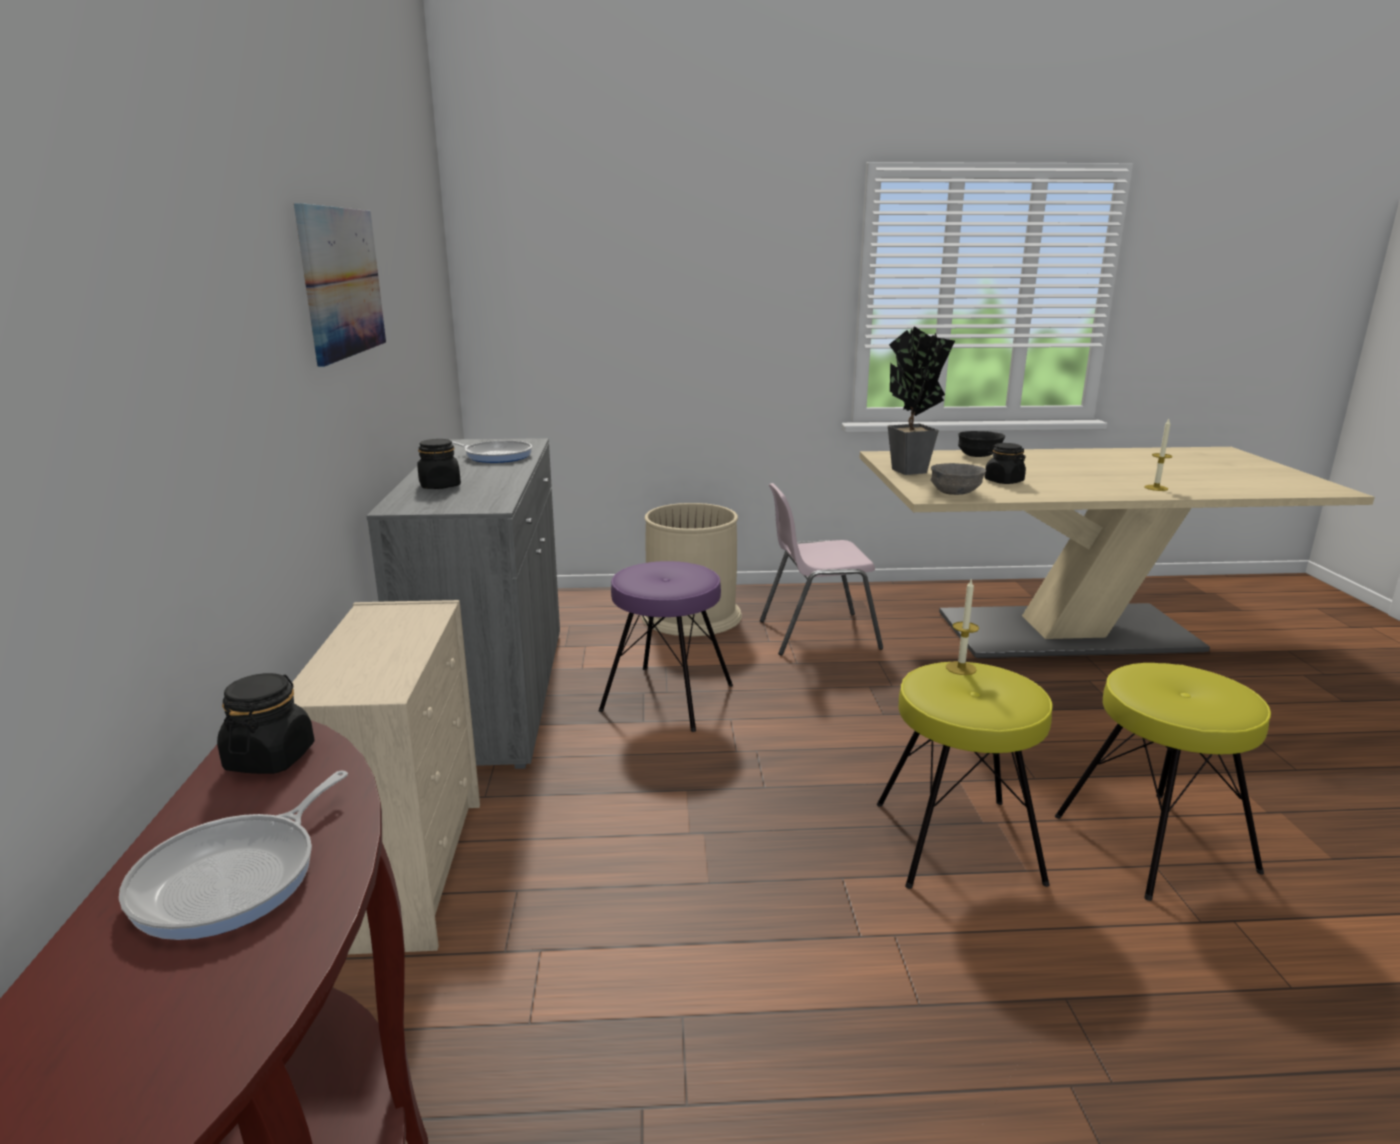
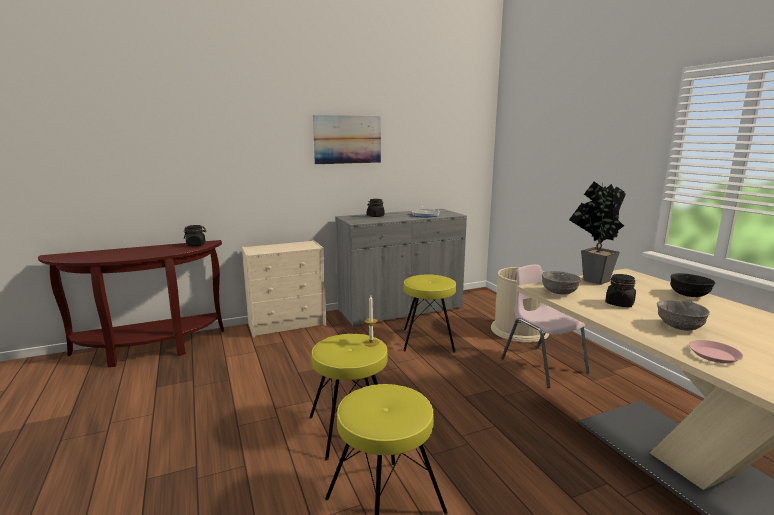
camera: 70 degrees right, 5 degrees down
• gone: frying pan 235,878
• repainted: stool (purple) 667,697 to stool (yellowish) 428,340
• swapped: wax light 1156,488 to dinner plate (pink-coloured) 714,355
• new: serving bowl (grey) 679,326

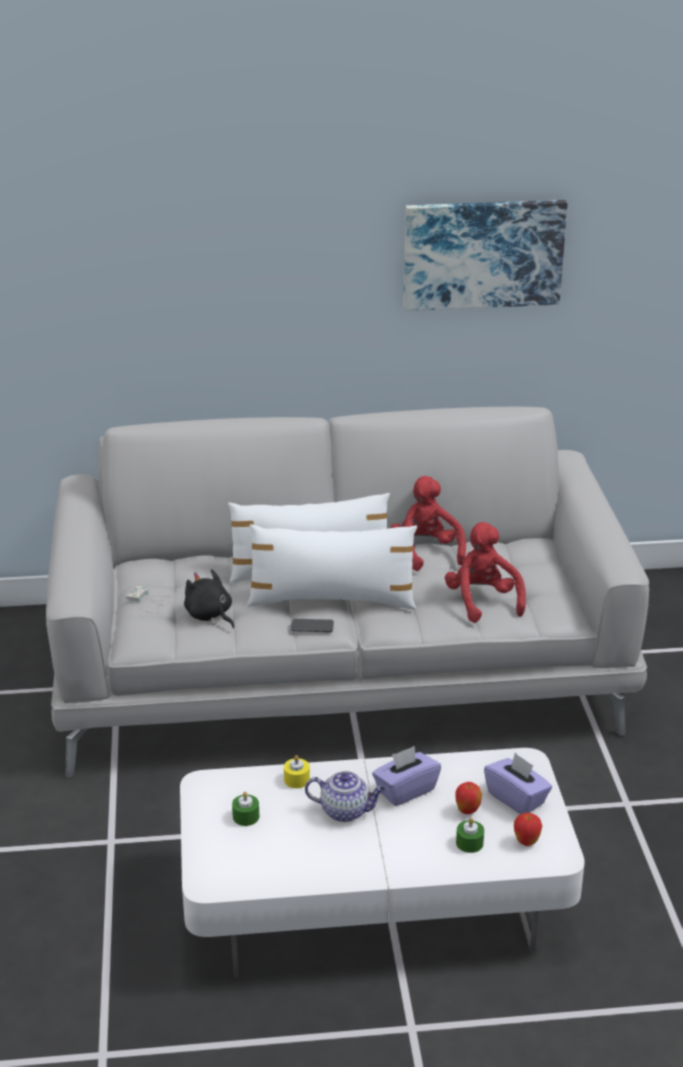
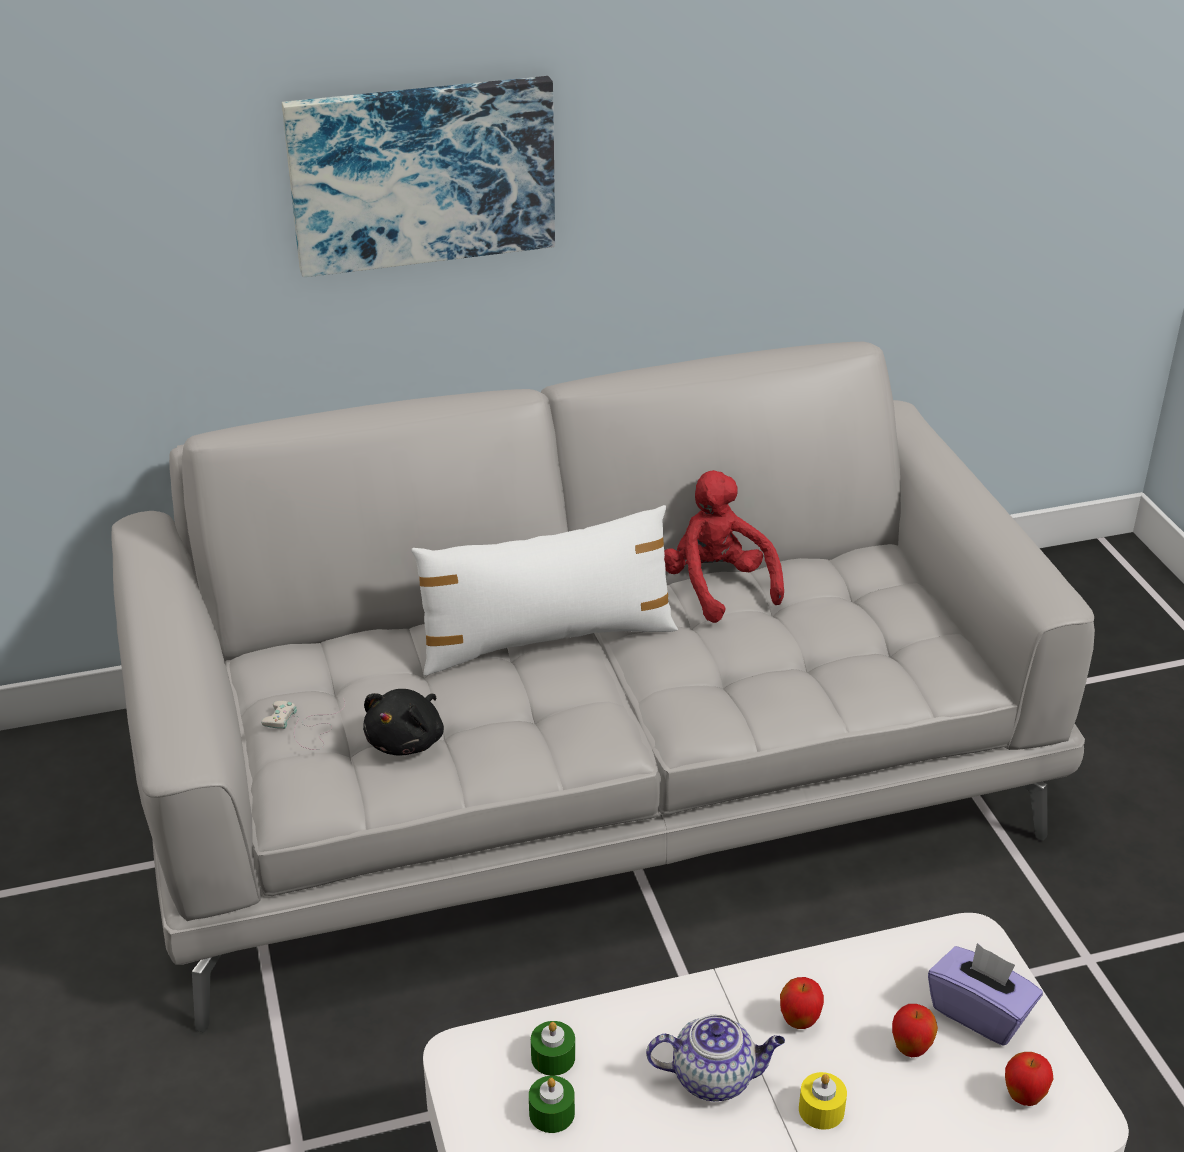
camera: 10 degrees left, 5 degrees up
• rotated: plush toy (black-coloured) 210,615 = 407,741 105 degrees counterclockwise
• gone: throw pillow (whitish) 332,600
• shifted: wax light (yellowish) 296,779 to 821,1110
• gone: phone 312,626
• swapped: tissue holder (purple) 405,790 to apple fruit 799,1022
• shifted: picture 483,253 to 422,173
• gone: plush toy (red-coloured) 482,601
• shifted: wax light (greenish) 469,843 to 553,1057

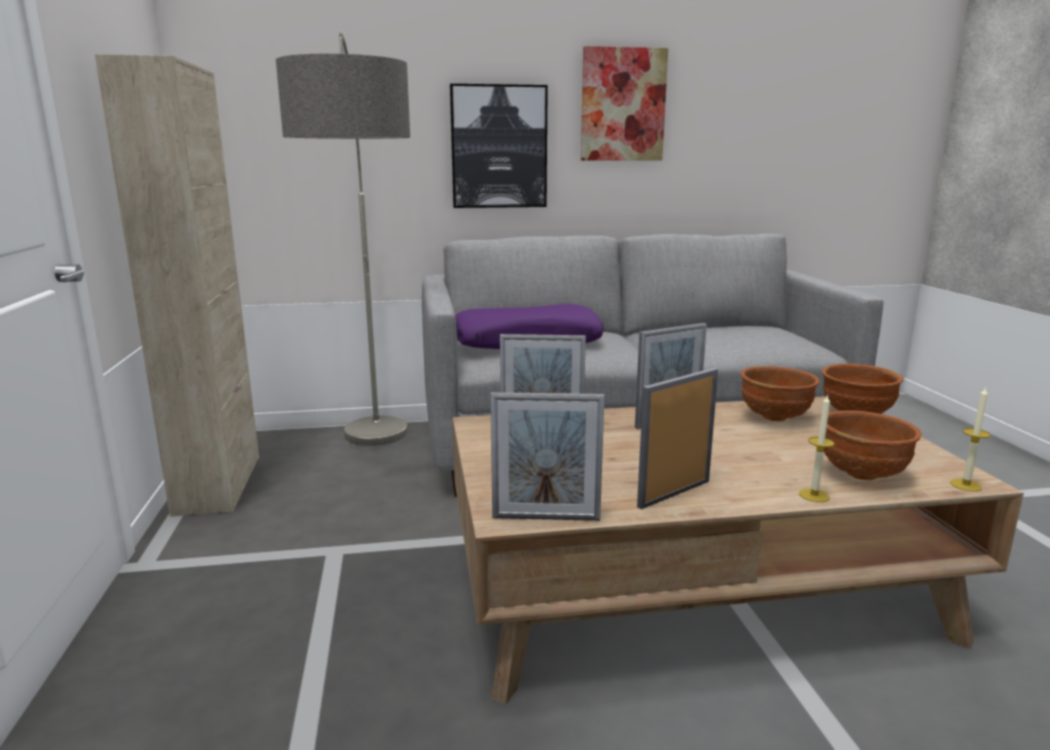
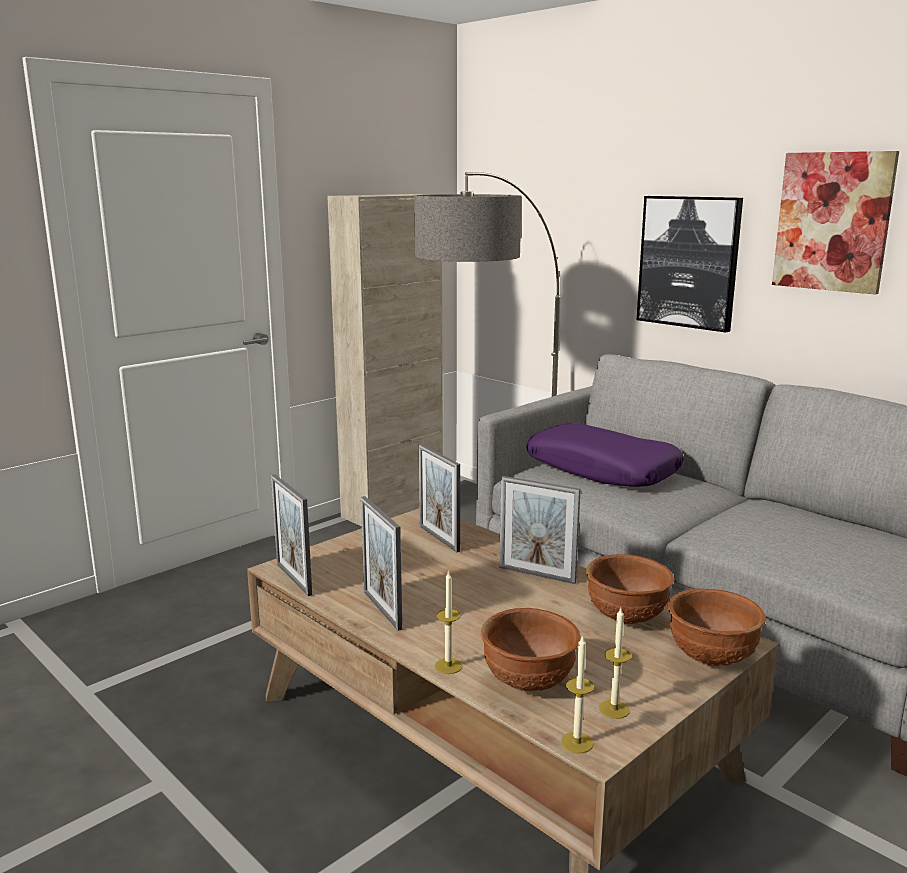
camera: 55 degrees right, 0 degrees up
• rotated: photo frame 674,494 = 382,610 135 degrees counterclockwise
• new: wax light 614,709

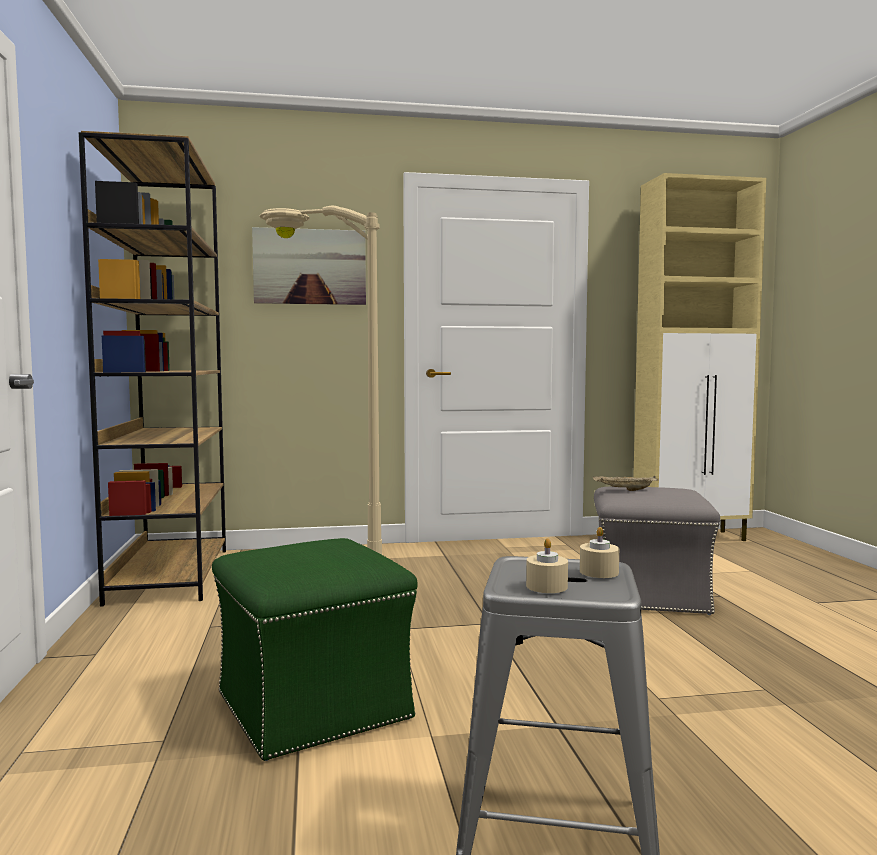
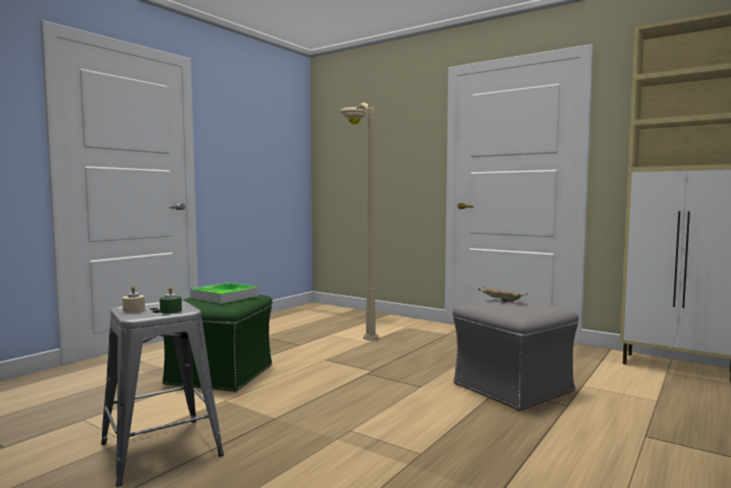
camera: 45 degrees right, 0 degrees up
• gone: shelving unit (brown) 170,575
• gone: picture 310,267
• repainted: wax light (sand-coloured) 599,572 to wax light (greenish) 171,311
• new: tray 225,297

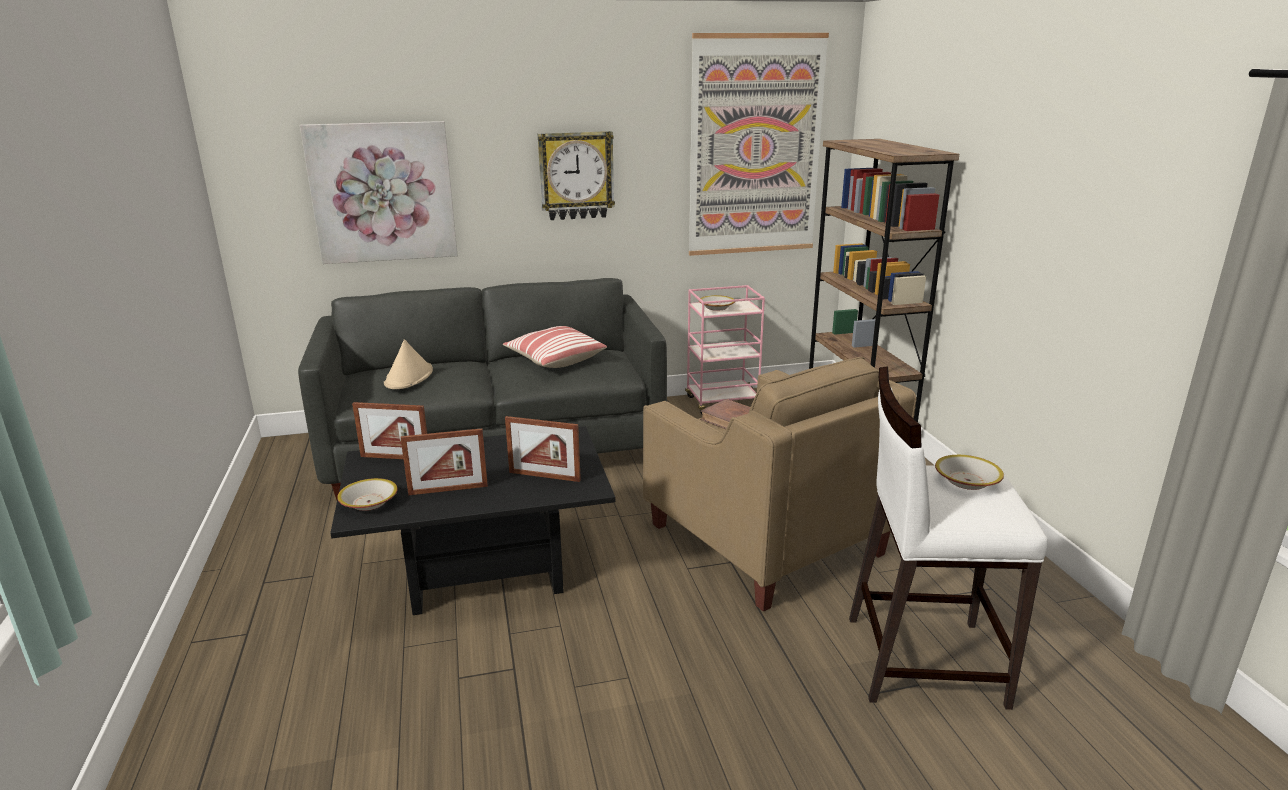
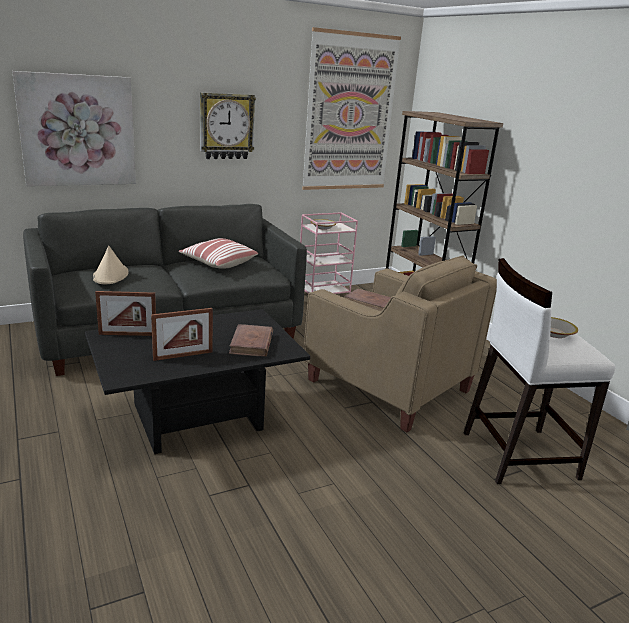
camera: 15 degrees left, 0 degrees up
• gone: serving bowl 369,502
• swapped: photo frame 544,476 to volume (brown) 251,344

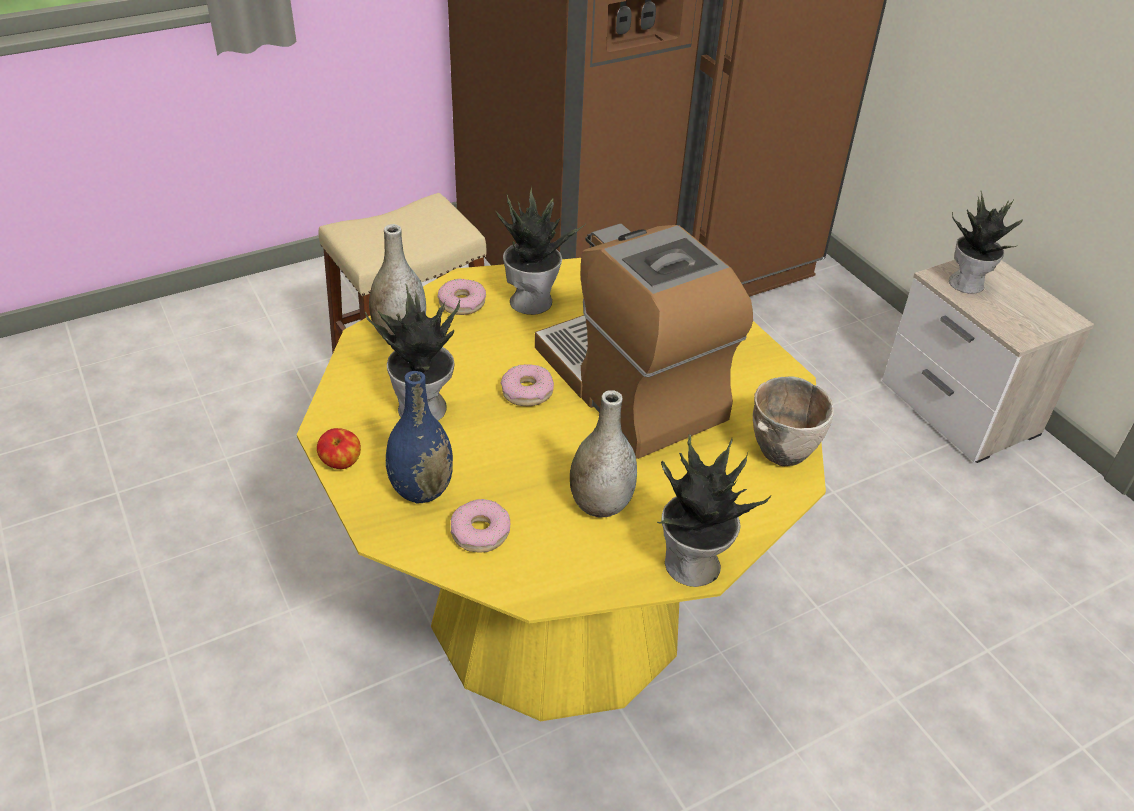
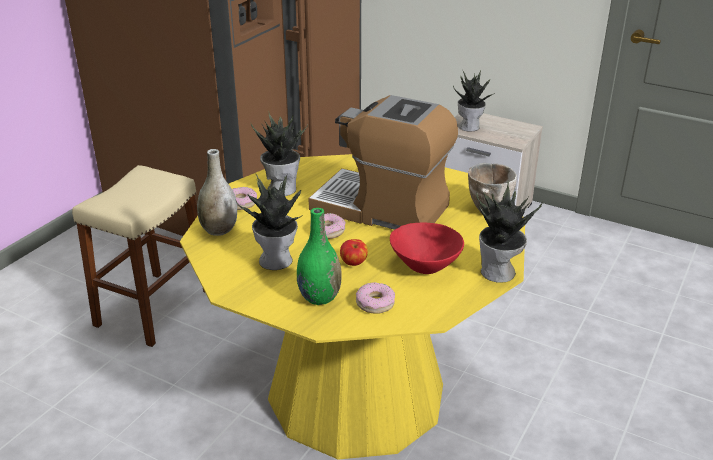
camera: 30 degrees left, 10 degrees down
• shifted: apple fruit 341,463 to 354,263
• repainted: vase (blue-coloured) 422,489 to vase (greenish) 319,297
• swapped: vase (grey) 601,504 to serving bowl (red-coloured) 424,265

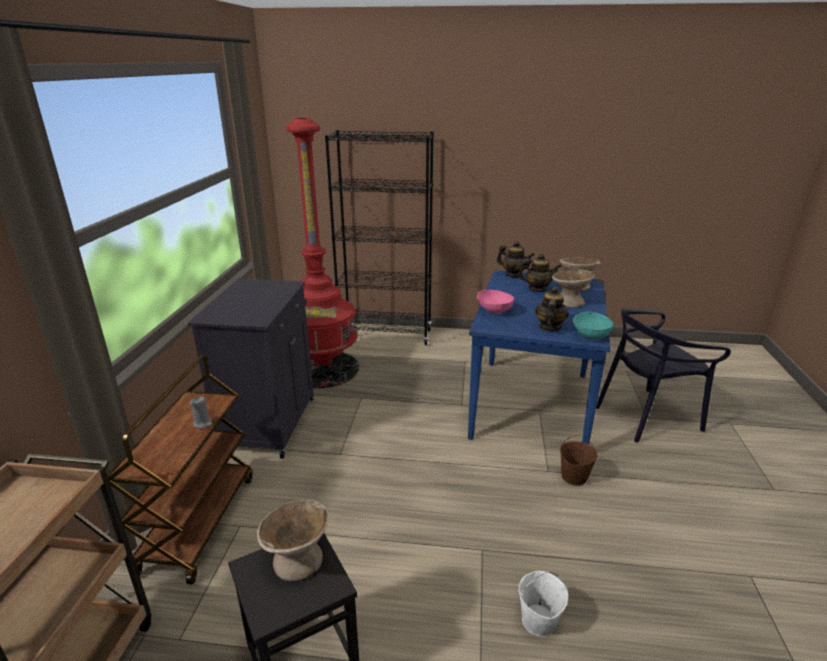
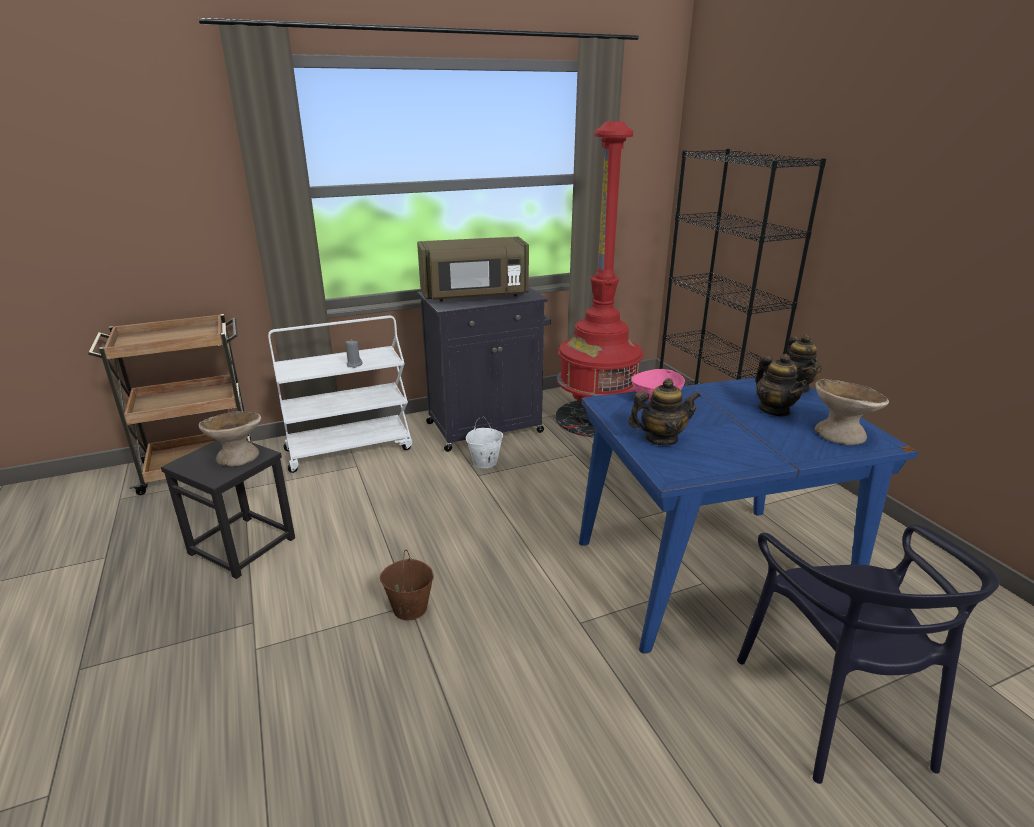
camera: 60 degrees right, 0 degrees up
• repainted: cart (brown) 198,522 to cart (whitish) 350,449
• shifted: water bucket (whitish) 539,621 to 484,462
• gone: serving bowl (sand-coloured) 569,302
• shifted: water bucket (brown) 574,477 to 409,608
• gone: serving bowl (blue-green) 590,335
• rotated: plain chair (black-coloured) 646,416 = 834,707 135 degrees counterclockwise
• new: kitchen microwave (brown) 474,296

